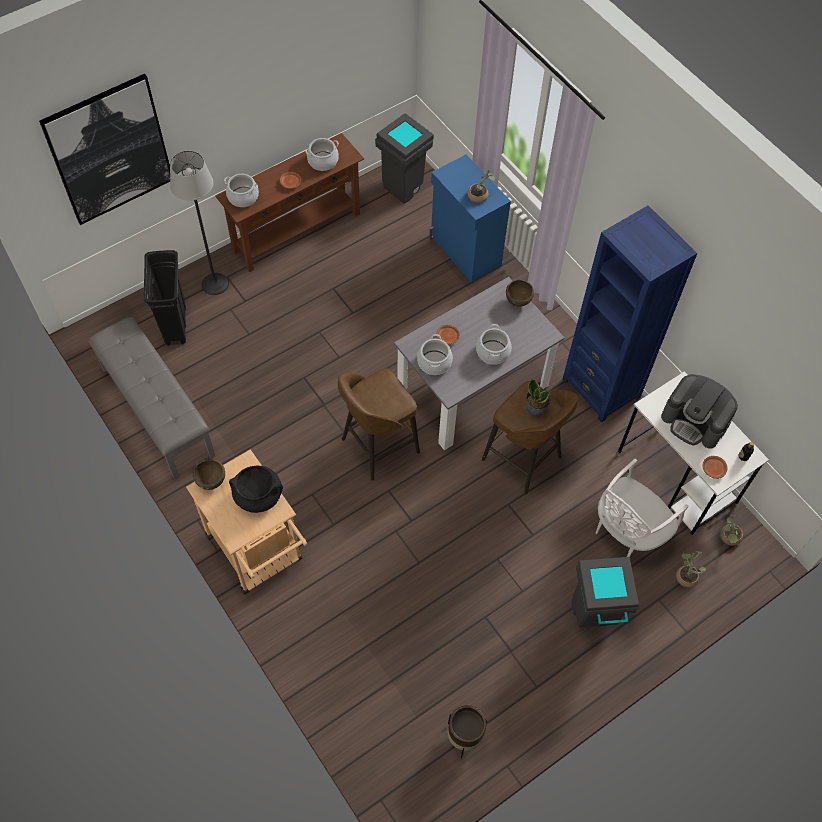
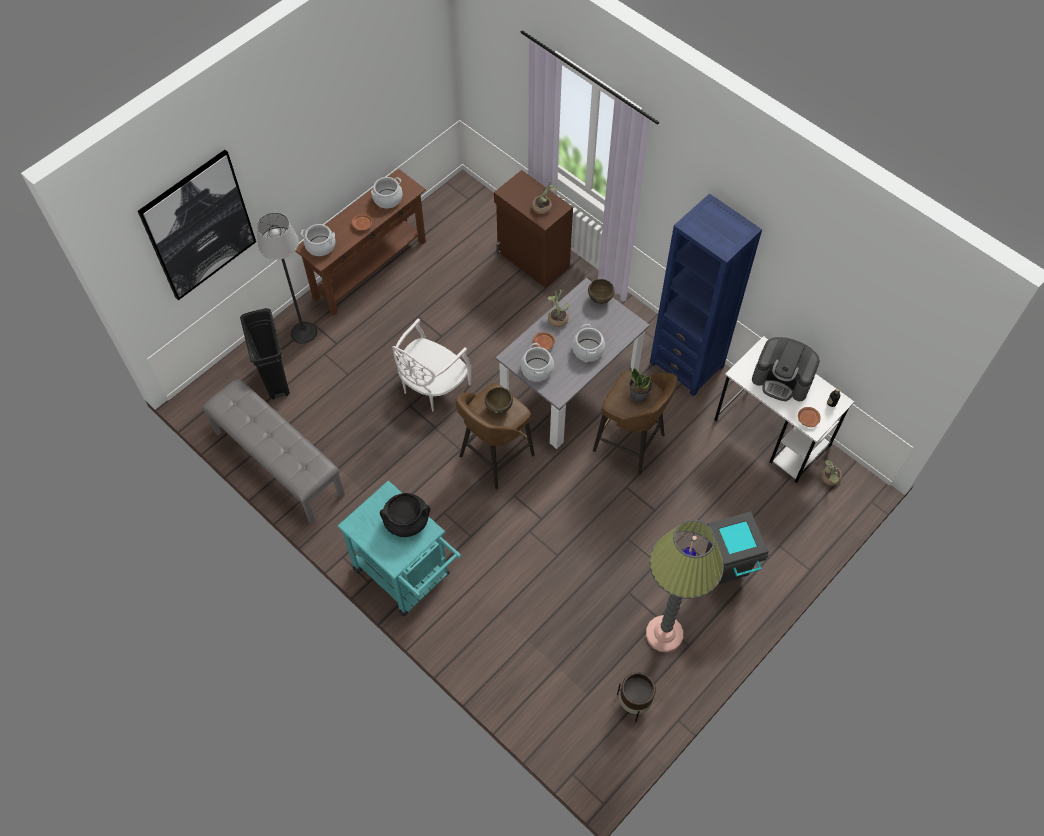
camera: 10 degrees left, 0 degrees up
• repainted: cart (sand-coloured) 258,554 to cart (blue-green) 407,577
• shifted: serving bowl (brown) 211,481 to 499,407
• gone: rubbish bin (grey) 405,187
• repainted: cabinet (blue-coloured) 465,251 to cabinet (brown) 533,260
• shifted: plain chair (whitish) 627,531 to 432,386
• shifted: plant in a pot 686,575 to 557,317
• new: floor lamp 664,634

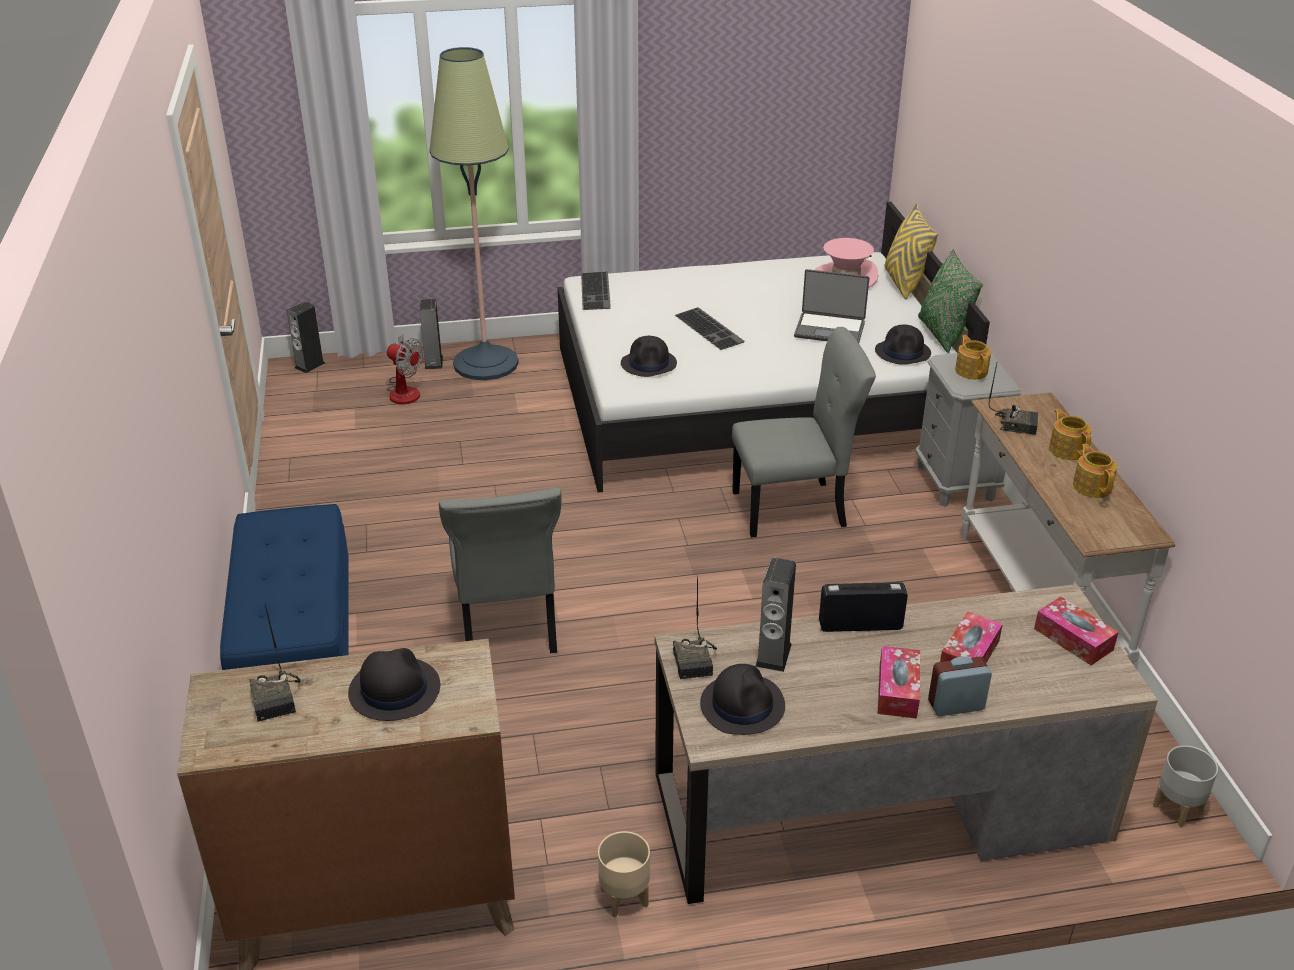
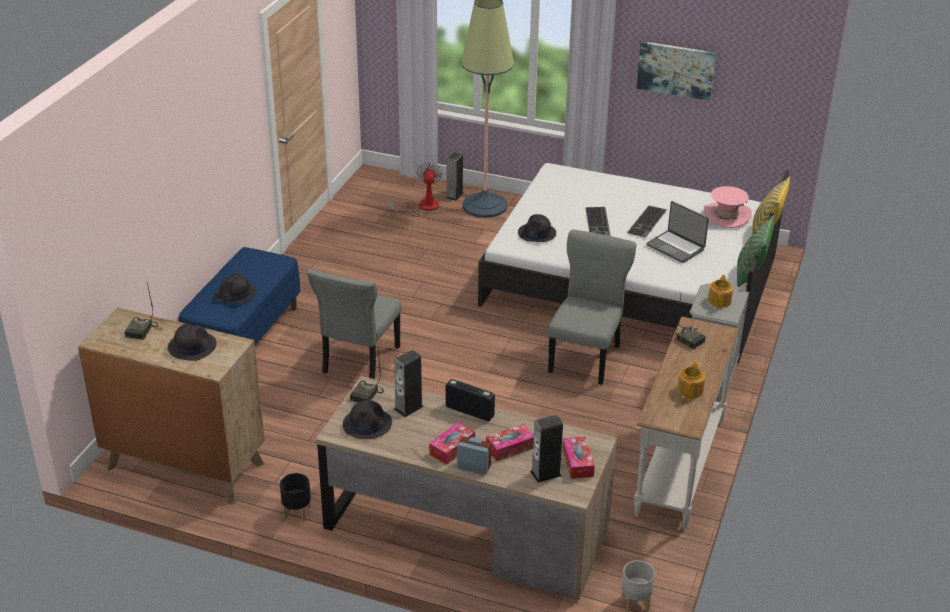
camera: 30 degrees right, 0 degrees up
• shifted: audio speaker 310,365 to 545,473
• rotated: fan 405,390 = 422,208 150 degrees counterclockwise
• shifted: PC keyboard 597,291 to 648,222
• repainted: planter (sand-coloured) 623,898 to planter (black-coloured) 296,512
• rotated: plain chair (grey) 794,509 = 586,357 90 degrees counterclockwise
• shifted: clothing hat (black-coloured) 903,352 to 235,294
• gone: tea pot 1067,449
• new: picture 676,70

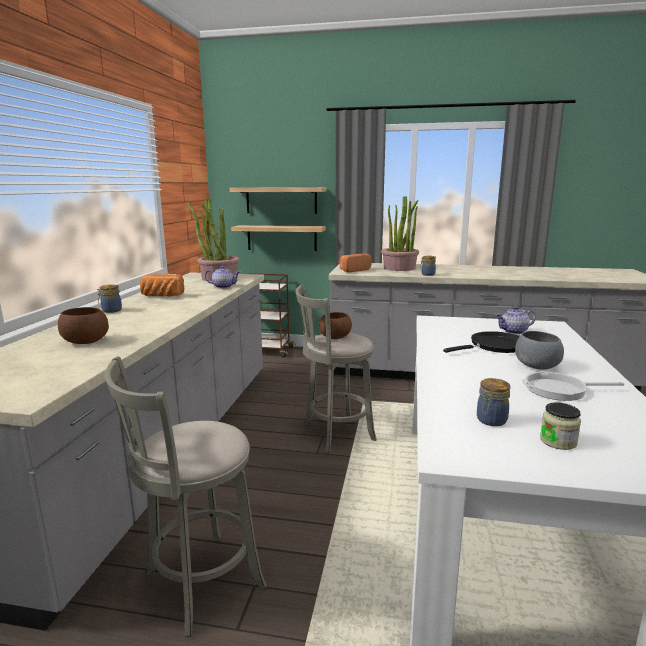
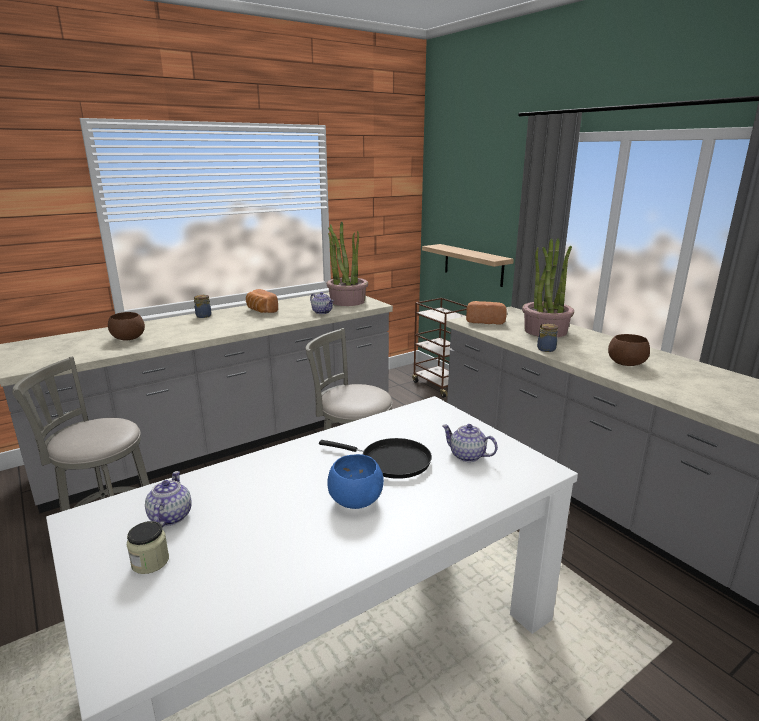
camera: 45 degrees right, 5 degrees up
• gone: bracket shelf 281,200
• shifted: serving bowl (brown) 334,337 to 625,363
• swapped: jar 490,421 to tea pot 170,516
• repainted: serving bowl (grey) 537,366 to serving bowl (blue-coloured) 355,501
• gone: frying pan 559,390

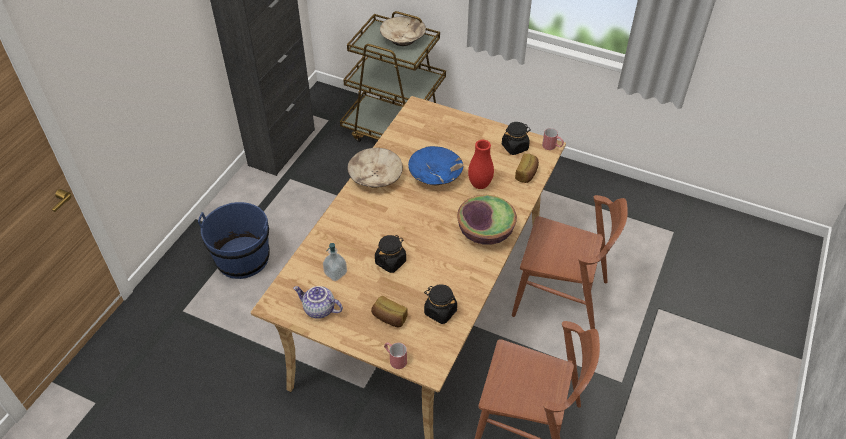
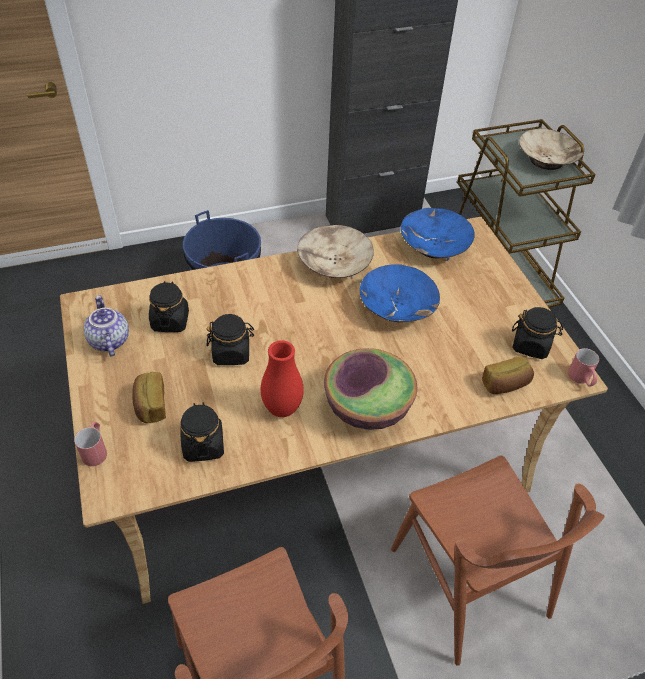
camera: 45 degrees right, 0 degrees up
• swapped: soap dispenser 335,273 to jar (black-coloured) 170,321
• shifted: vase (red-coloured) 480,185 to 282,409
• new: serving bowl (blue-coloured) 434,245

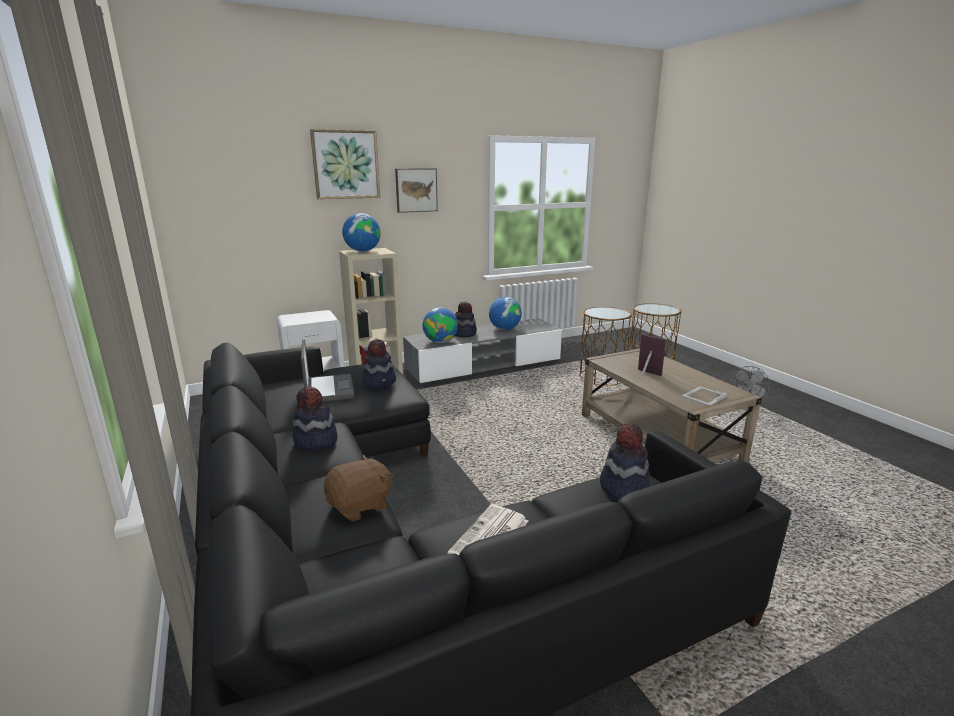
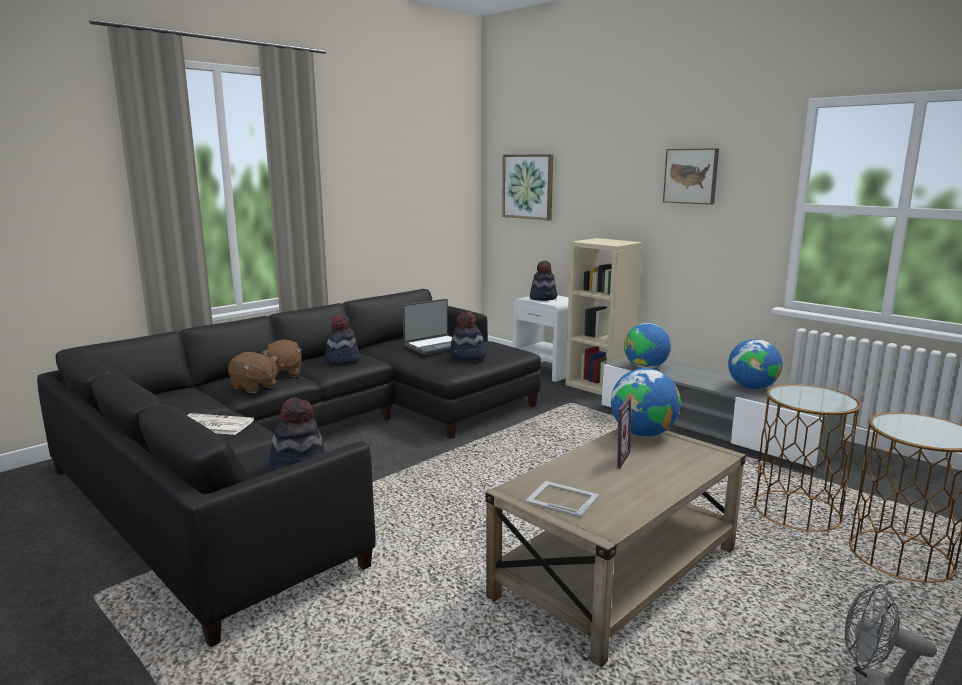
camera: 70 degrees right, 5 degrees down
• shifted: picture 346,164 to 528,186
• shifted: desk globe 362,251 to 642,433
• shifted: clothing hat 464,334 to 543,298
• new: plush toy (brown) 284,373

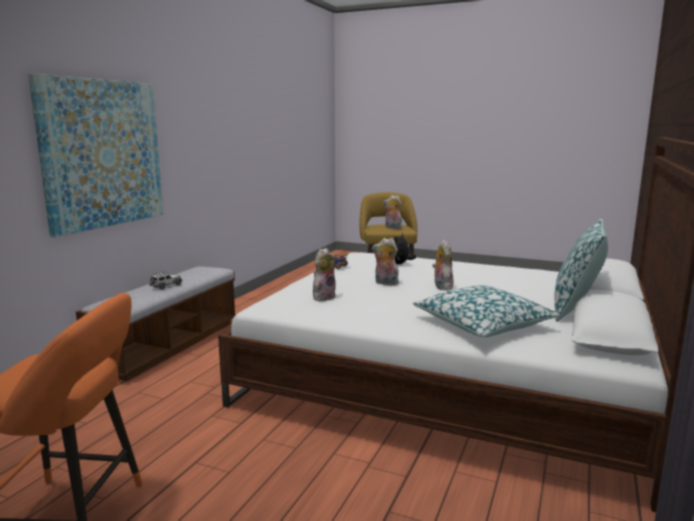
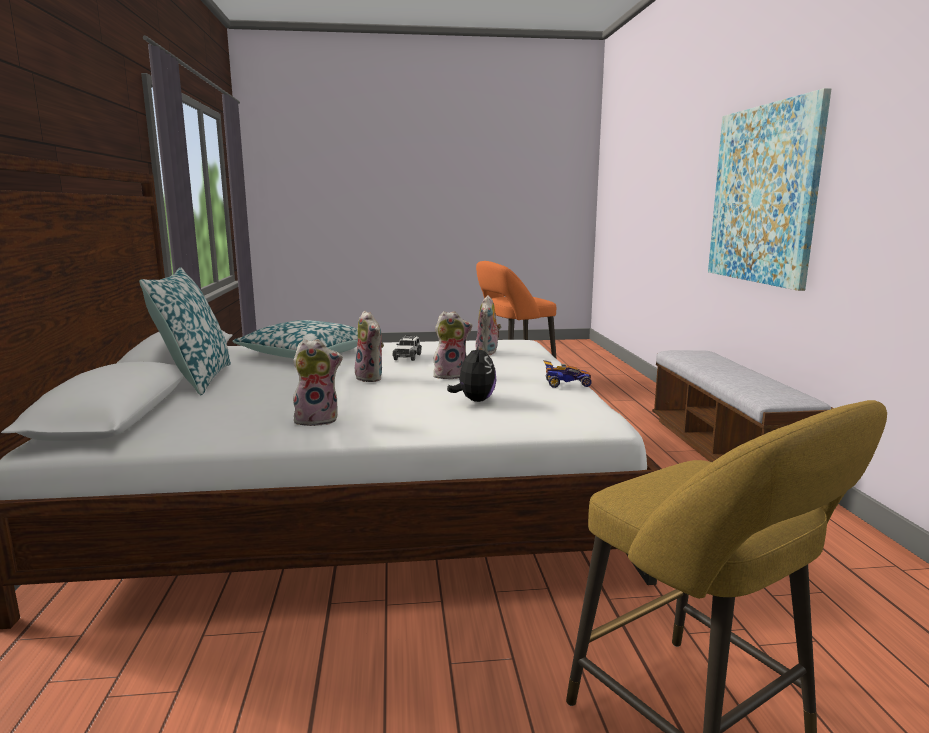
camera: 150 degrees right, 0 degrees up
• shifted: toy car 166,286 to 407,357
• shifted: plush toy 392,228 to 317,420

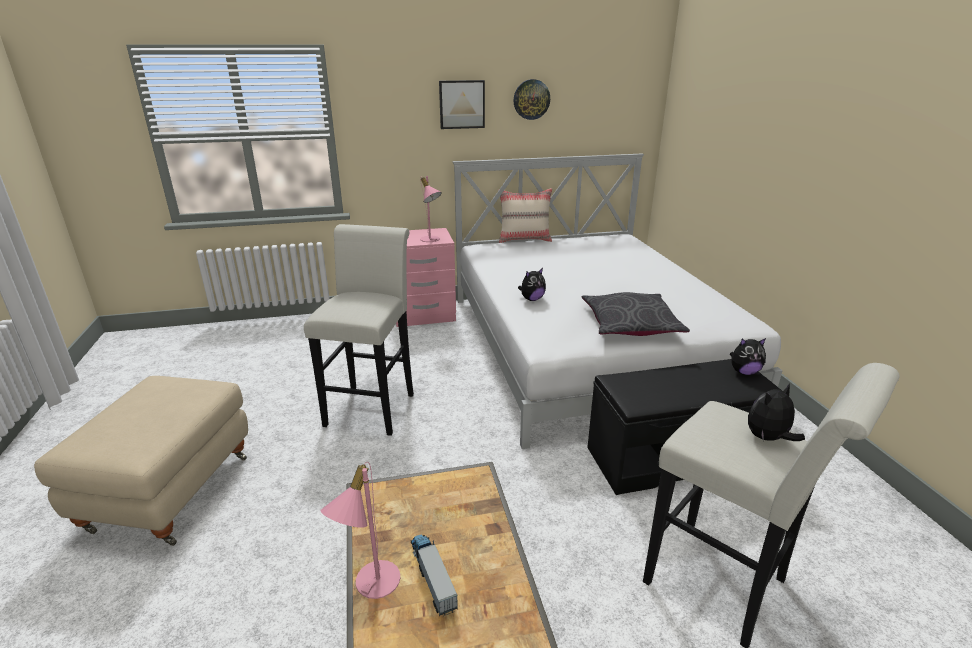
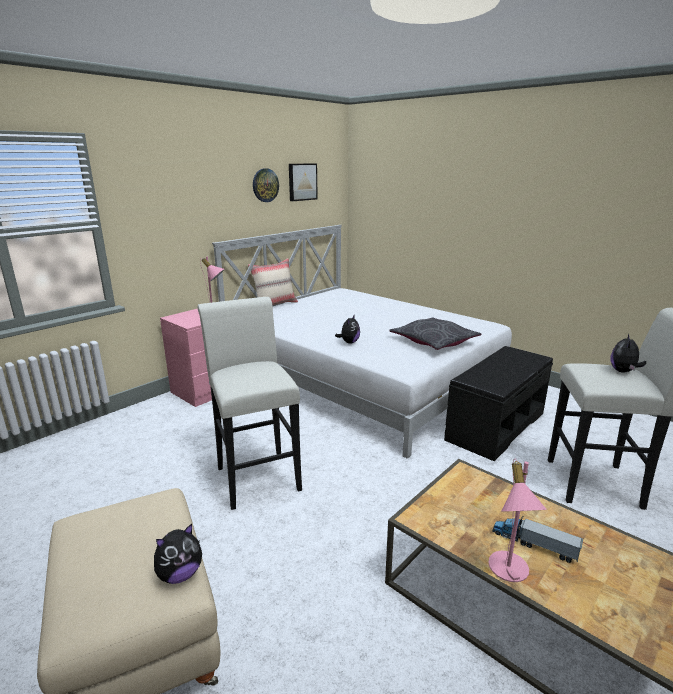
camera: 35 degrees left, 5 degrees down
• shifted: picture 461,104 to 302,182
• shifted: plush toy 744,372 to 180,574

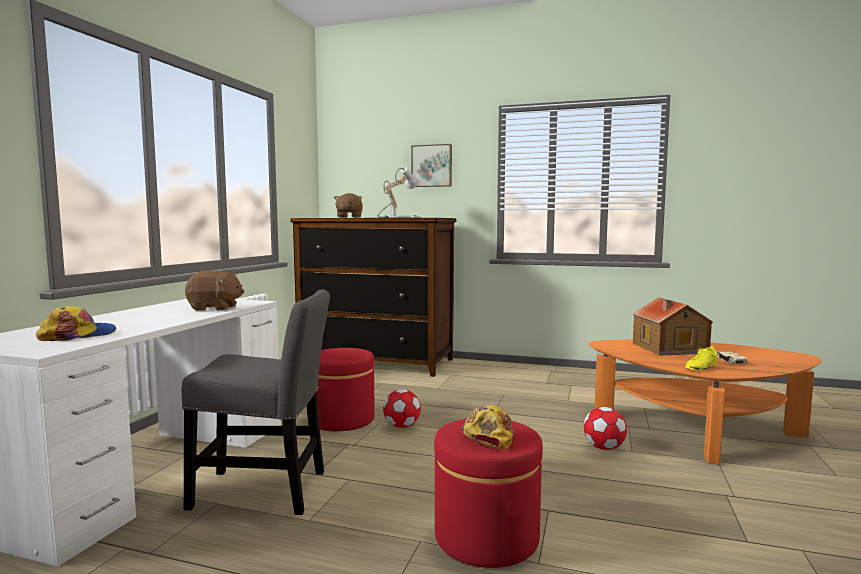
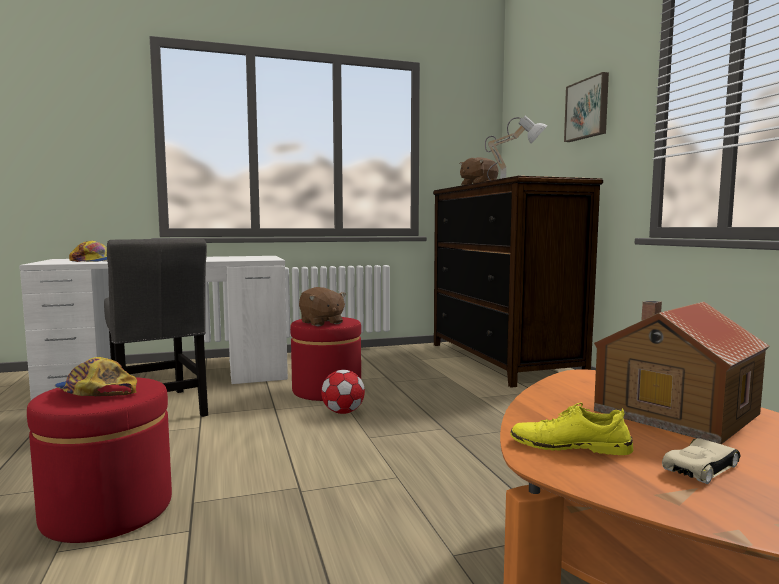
camera: 55 degrees right, 0 degrees up
• shifted: plush toy (brown) 215,308 to 321,323
• rotated: cap 489,435 = 95,392 120 degrees counterclockwise
• gone: ball for football 604,448

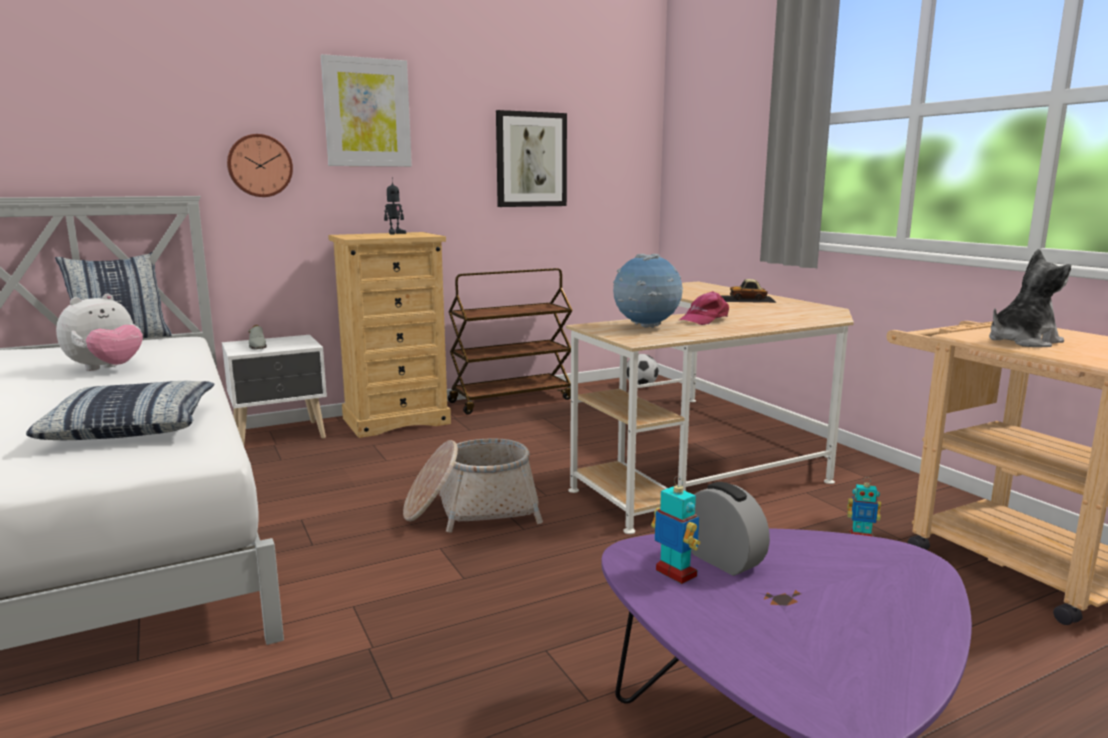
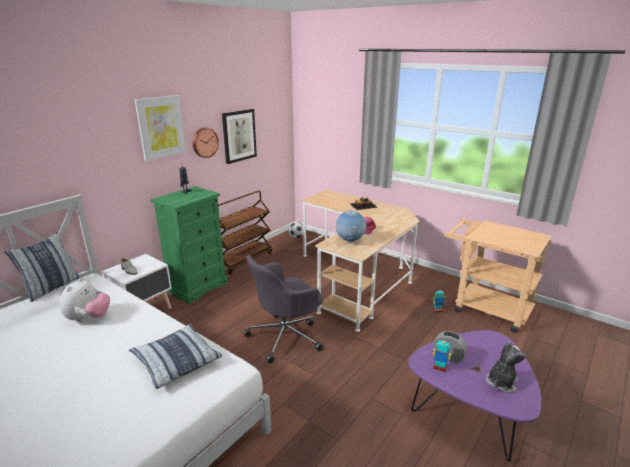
camera: 25 degrees left, 10 degrees up
• shifted: clock on the wall 259,165 to 204,142
• repainted: chest of drawers (sand-coloured) 396,420 to chest of drawers (greenish) 197,287
• swapped: storage basket 471,510 to office chair (grey) 285,336
• shifted: plush toy 1022,342 to 501,382

